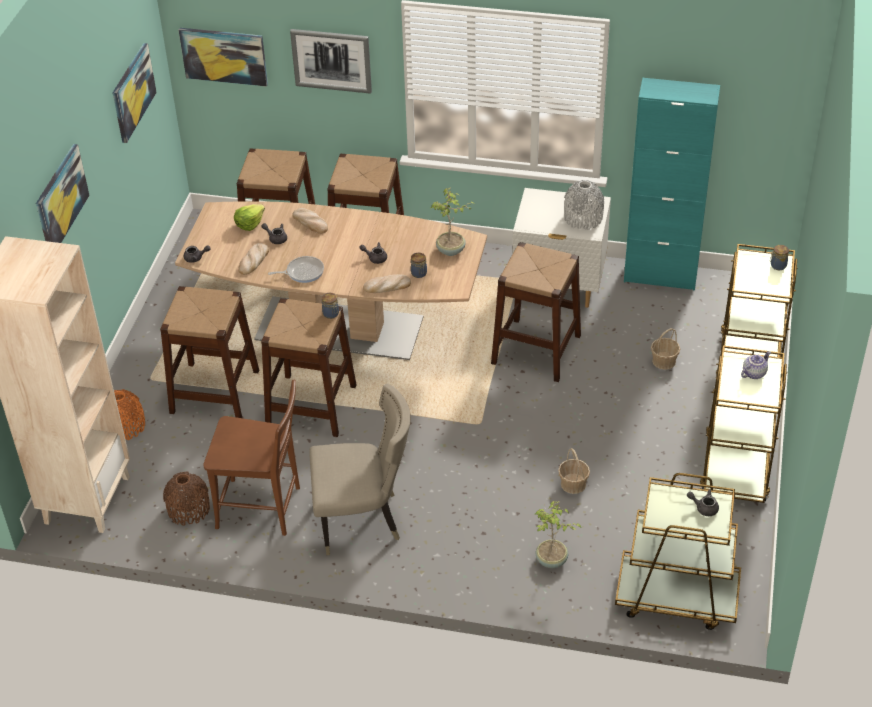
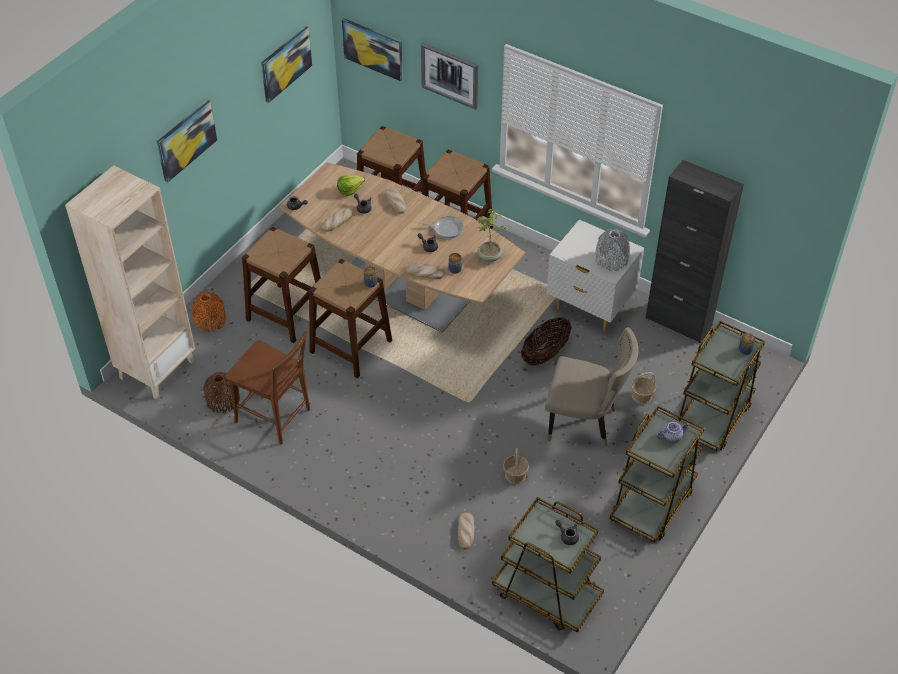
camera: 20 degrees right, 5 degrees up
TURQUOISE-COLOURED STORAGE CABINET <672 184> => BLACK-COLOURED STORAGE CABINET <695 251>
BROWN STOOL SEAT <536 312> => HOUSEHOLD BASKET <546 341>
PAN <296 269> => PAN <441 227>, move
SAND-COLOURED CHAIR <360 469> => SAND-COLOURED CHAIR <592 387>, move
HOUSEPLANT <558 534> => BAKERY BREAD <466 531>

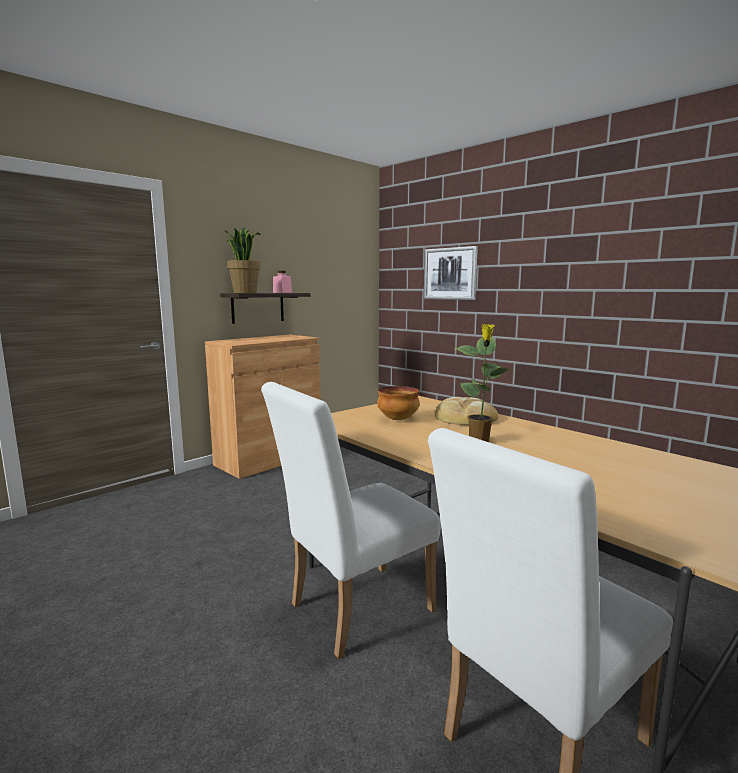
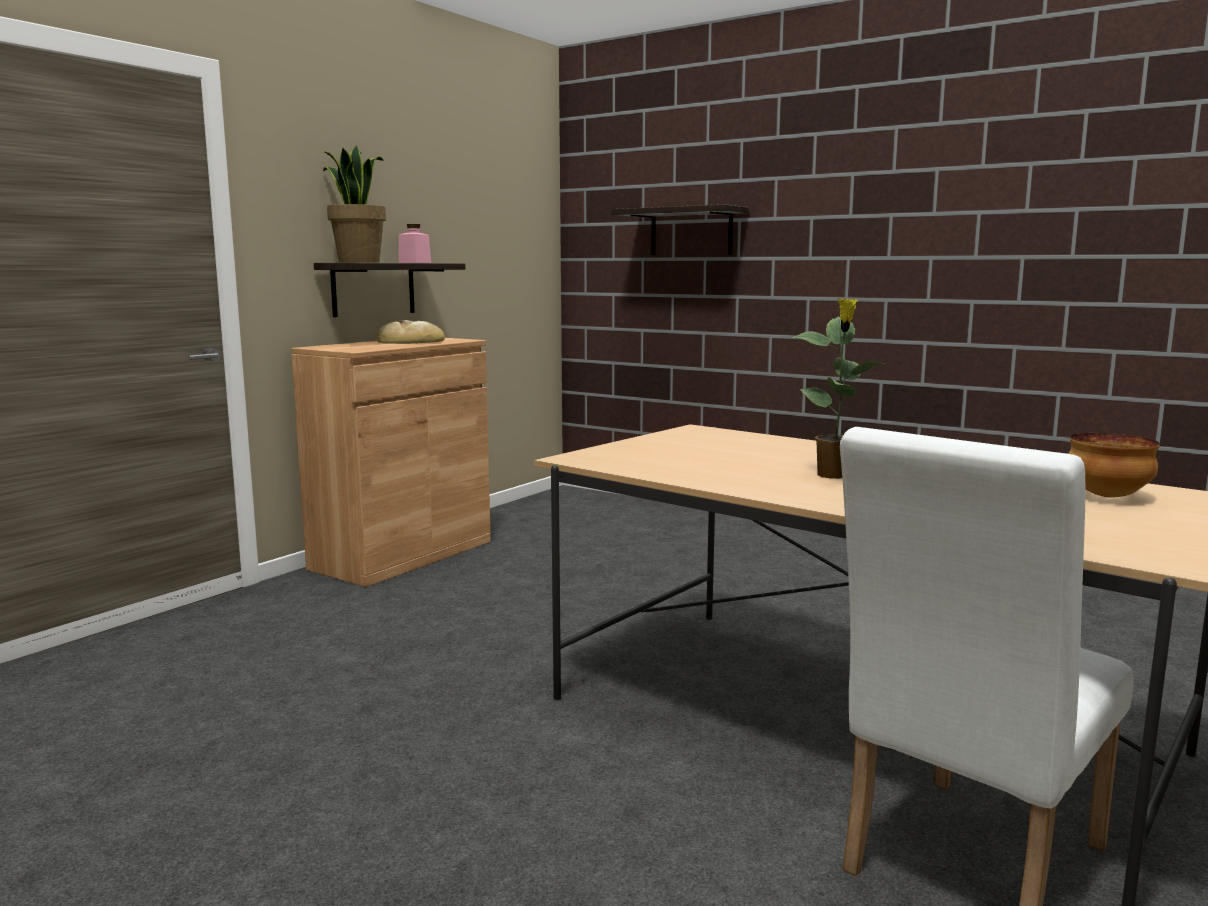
camera: 10 degrees left, 0 degrees up
WALL ART <451 273> => BRACKET SHELF <680 229>
WHITISH CHAIR <351 520> => nothing
DEEP DISH <398 403> => DEEP DISH <1114 465>, move
BAKERY BREAD <466 411> => BAKERY BREAD <410 332>, move

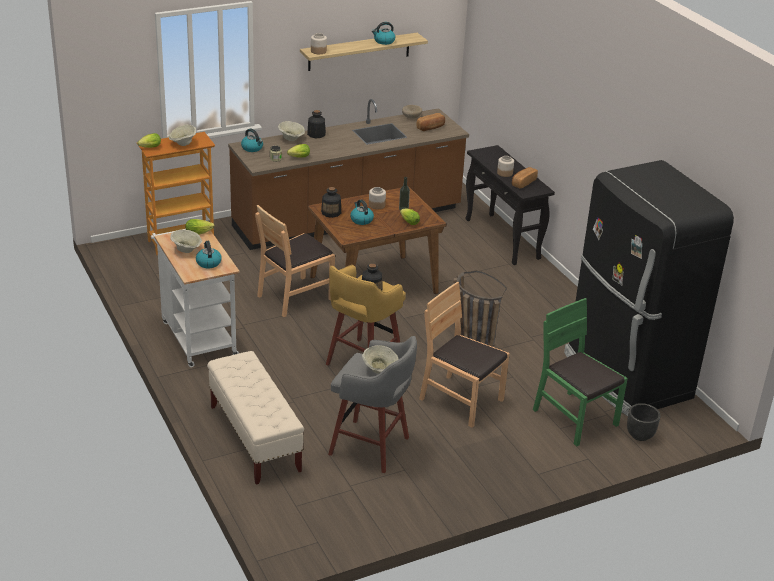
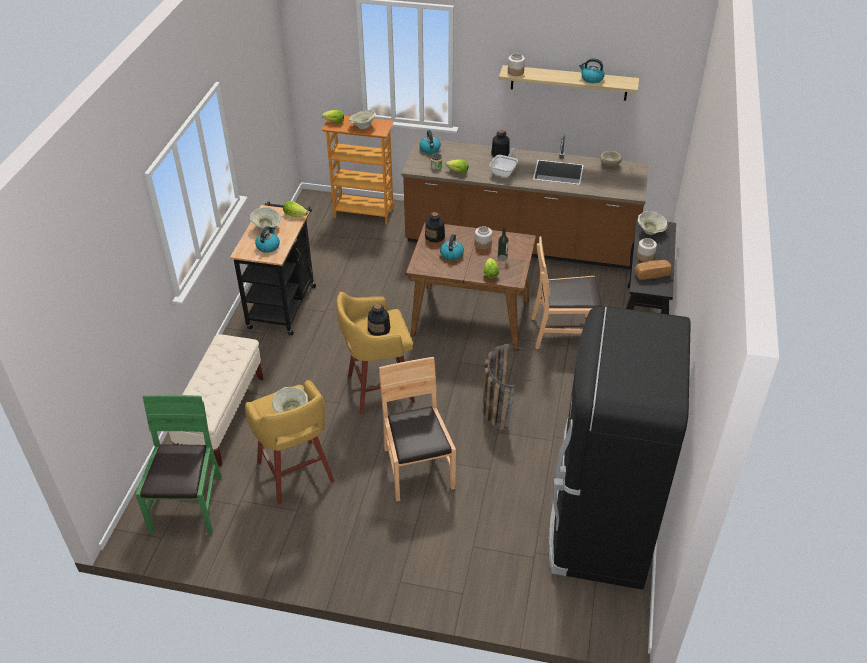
camera: 40 degrees right, 10 degrees up
BAKERY BREAD <430 122> => nothing
SAND-COLOURED DEEP DISH <291 131> => SAND-COLOURED DEEP DISH <653 223>, move
BROWN CHAIR <295 261> => BROWN CHAIR <566 292>, move
WHITISH CART <195 298> => BLACK-COLOURED CART <273 269>
GREEN-COLOURED CHAIR <580 372> => GREEN-COLOURED CHAIR <179 464>, move
GREYISH STOOL SEAT <372 404> => YELLOW STOOL SEAT <290 442>
BLACK-COLOURED PLANT POT <643 422> => nothing
nothing => PAN <503 162>

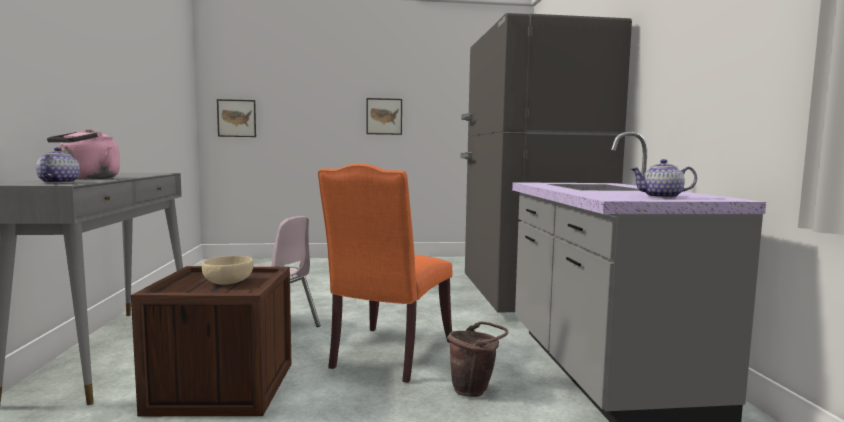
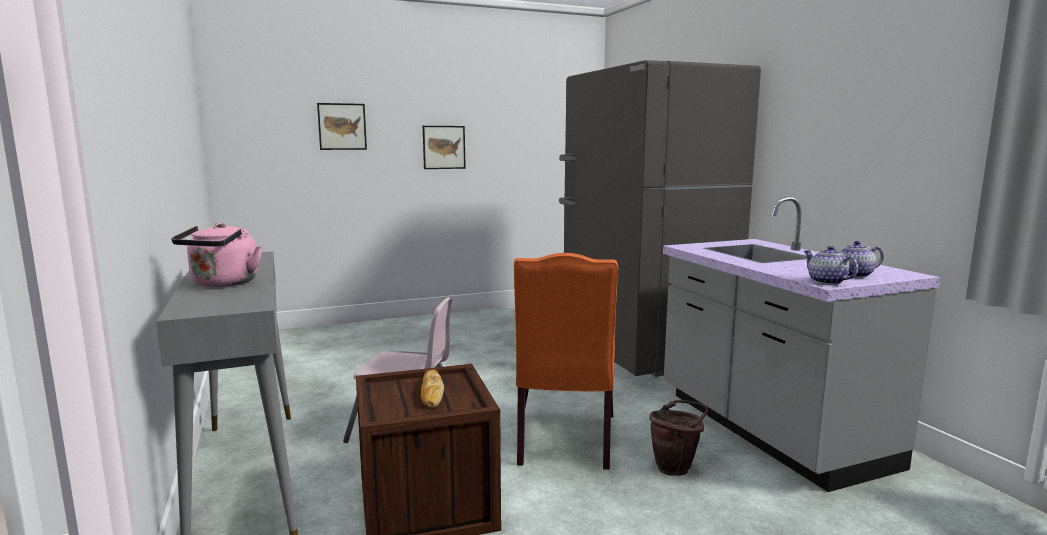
camera: 15 degrees left, 5 degrees up
WALL ART <236 118> => WALL ART <342 126>, move
TEAPOT <58 165> => TEAPOT <831 265>, move
SAND-COLOURED DEEP DISH <228 270> => BAKERY BREAD <432 388>

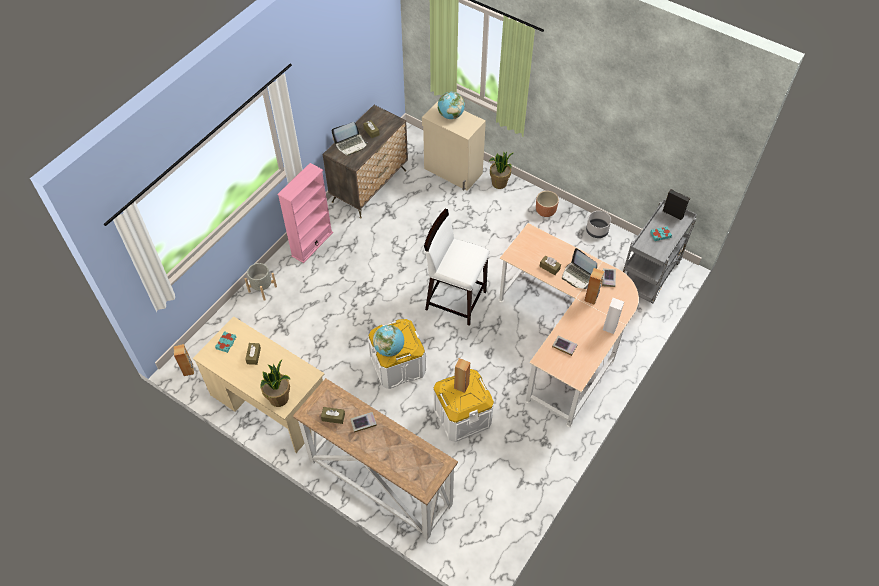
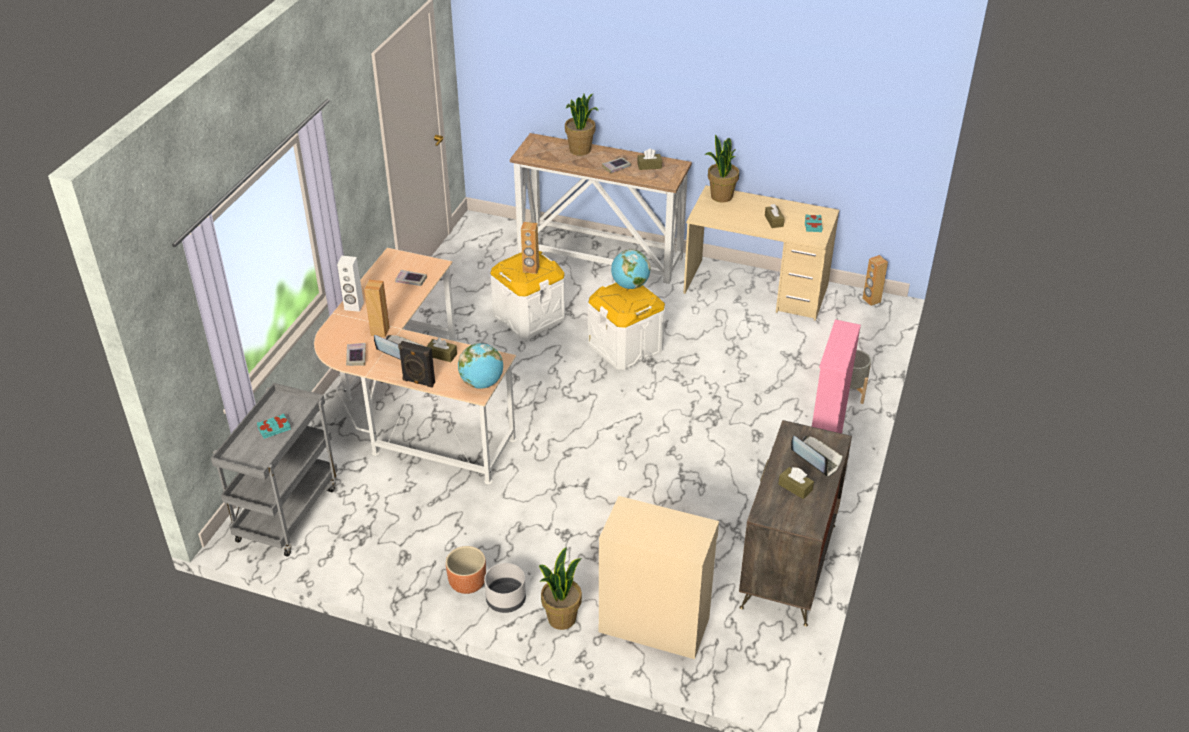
camera: 165 degrees right, 15 degrees down
GLOBE <451 105> => GLOBE <480 366>, move
NOTEBOOK COMPUTER <349 139> => NOTEBOOK COMPUTER <817 456>, 90 degrees clockwise
BLACK-COLOURED SPEAKER <676 204> => BLACK-COLOURED SPEAKER <416 364>, move
WHITISH STOOL SEAT <456 267> => nothing
GREYISH PLANT POT <598 224> => GREYISH PLANT POT <505 588>, move
nothing => HOUSEPLANT <581 125>

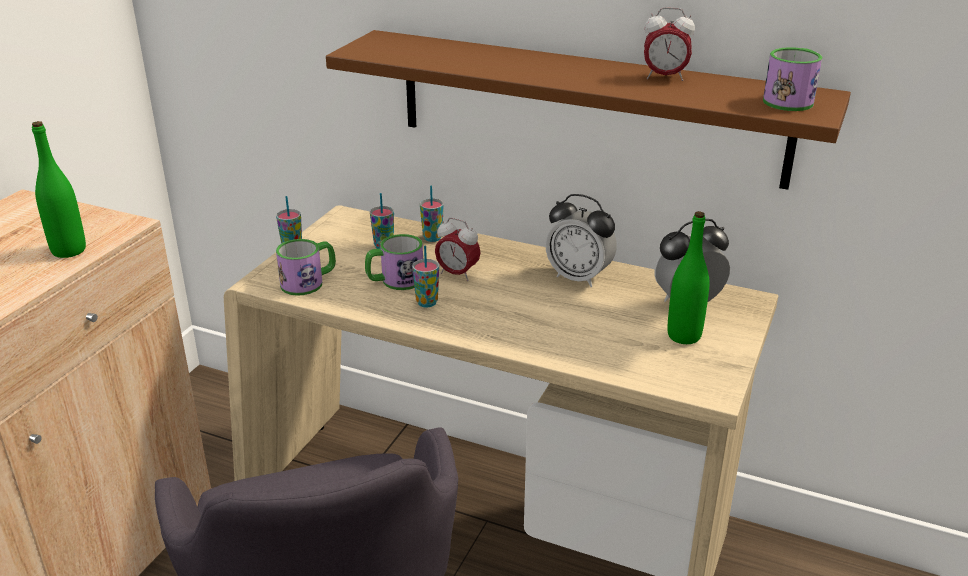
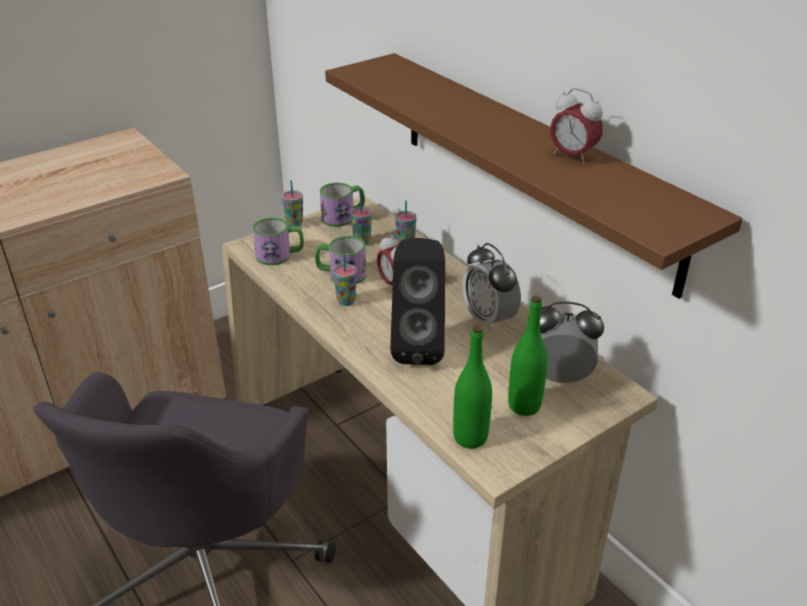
camera: 30 degrees right, 5 degrees up
TEA MUG <792 79> => TEA MUG <342 205>, move
GREEN-COLOURED BEVERAGE BOTTLE <59 189> => GREEN-COLOURED BEVERAGE BOTTLE <472 387>, move
nothing => BLACK-COLOURED SPEAKER <417 301>

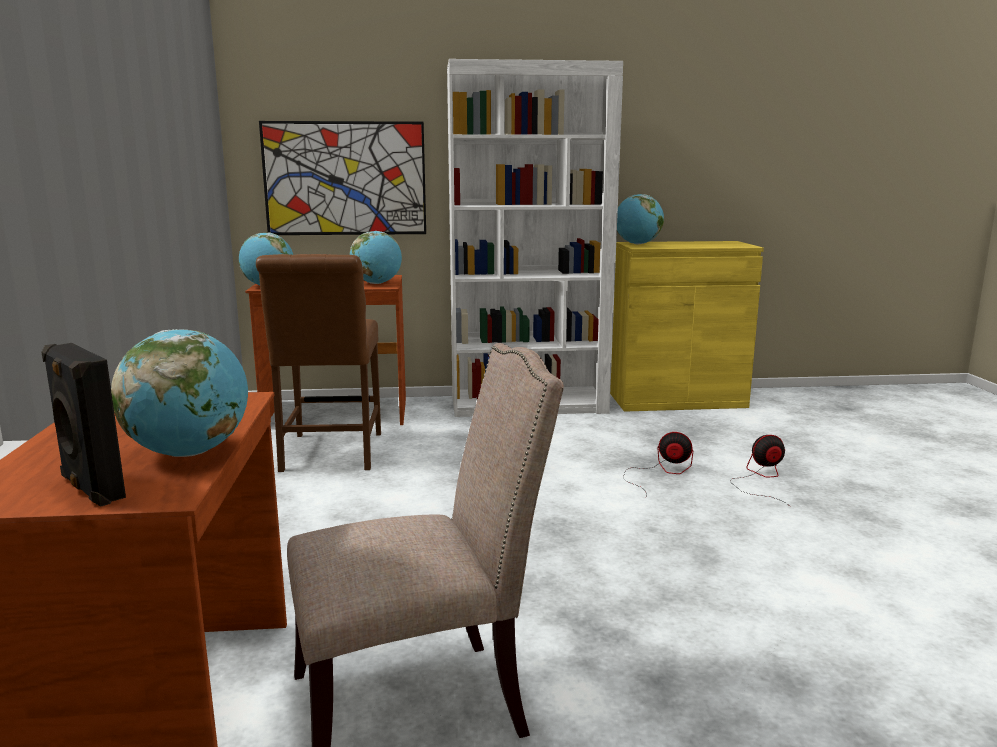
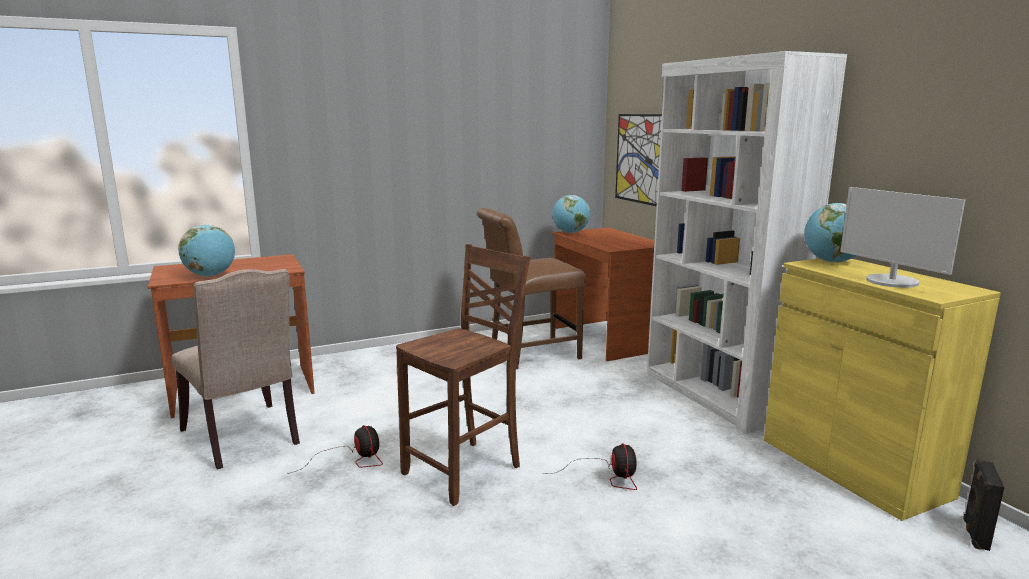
camera: 70 degrees right, 0 degrees up
GLOBE <376 257> => nothing
BLACK-COLOURED SPEAKER <84 425> => BLACK-COLOURED SPEAKER <983 505>, move
FAN <761 471> => FAN <335 449>, move
nothing => COMPUTER SCREEN <902 237>
nothing => BROWN CHAIR <463 375>

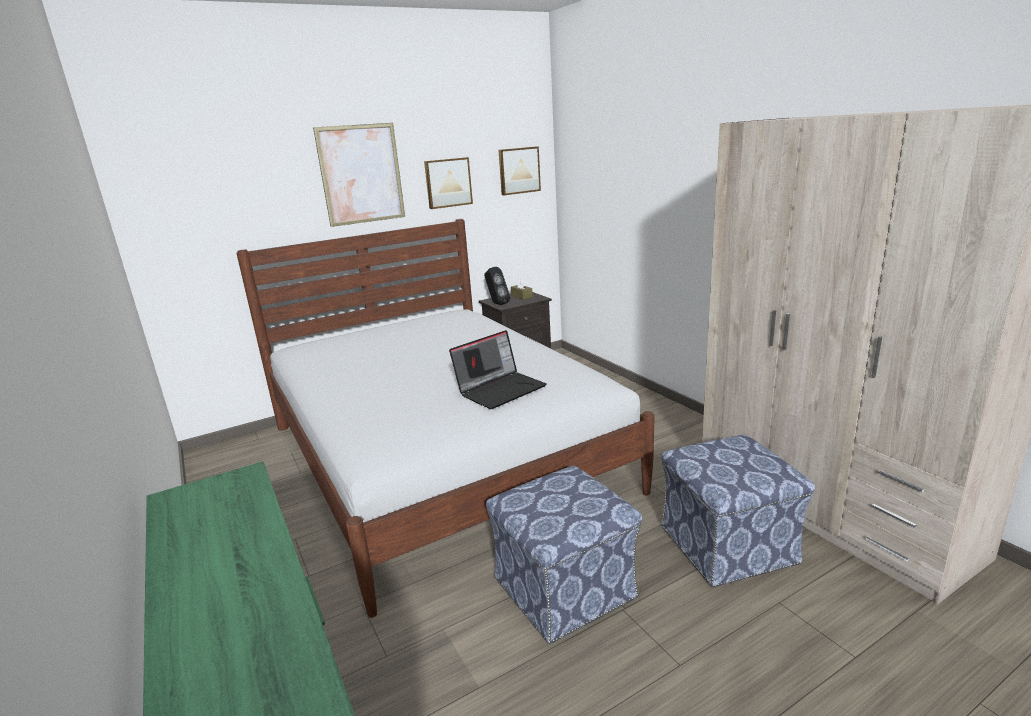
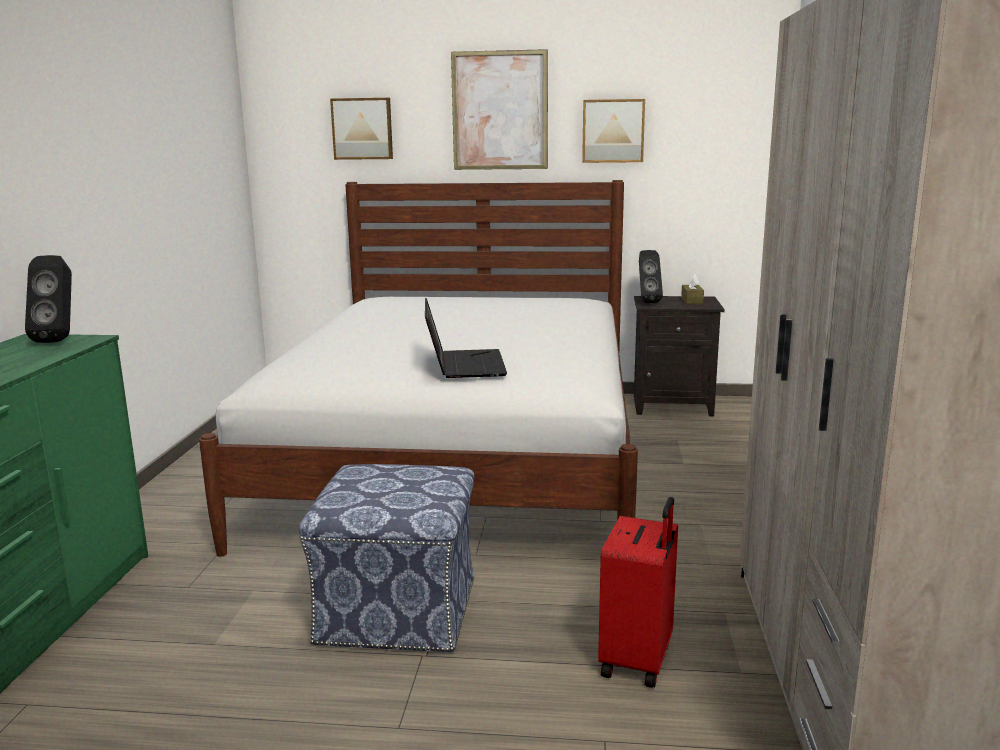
camera: 35 degrees right, 5 degrees down
WALL ART <519 171> => WALL ART <361 129>, move
NOTEBOOK COMPUTER <497 369> => NOTEBOOK COMPUTER <466 338>, 90 degrees counterclockwise
OTTOMAN <738 511> => RED-COLOURED TRAVEL CASE <638 592>
nothing => BLACK-COLOURED SPEAKER <48 299>

